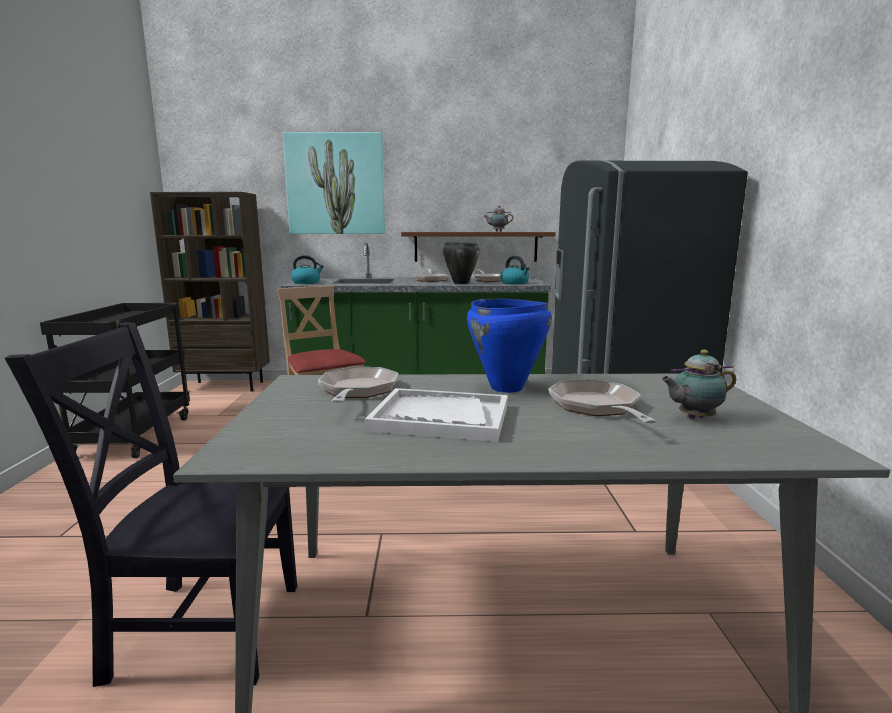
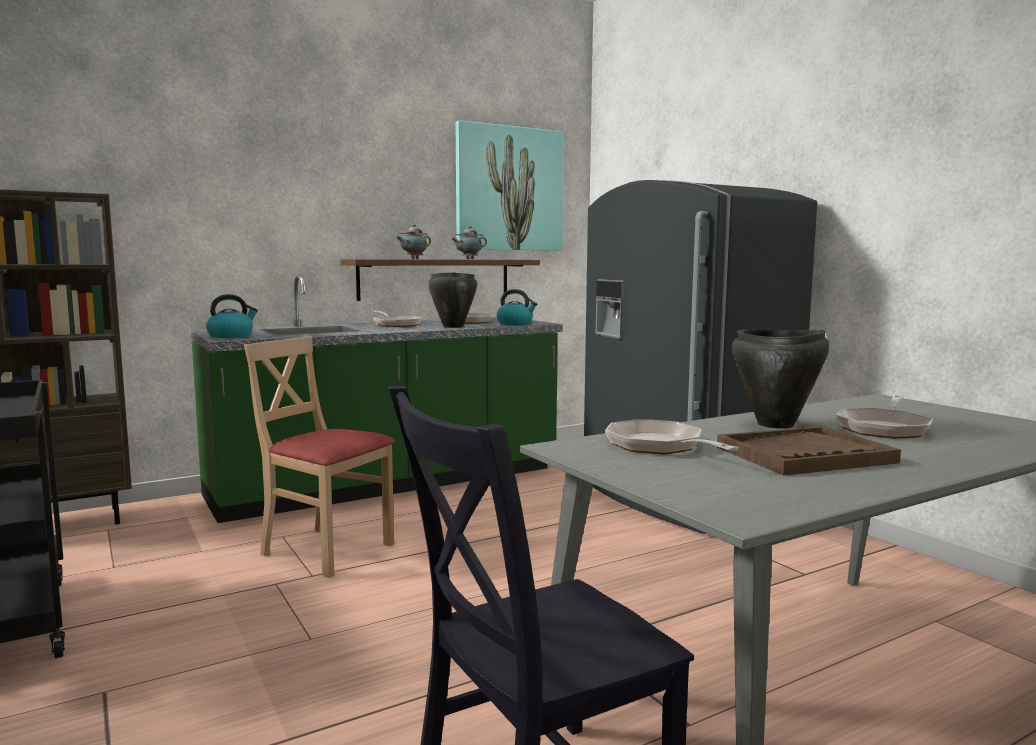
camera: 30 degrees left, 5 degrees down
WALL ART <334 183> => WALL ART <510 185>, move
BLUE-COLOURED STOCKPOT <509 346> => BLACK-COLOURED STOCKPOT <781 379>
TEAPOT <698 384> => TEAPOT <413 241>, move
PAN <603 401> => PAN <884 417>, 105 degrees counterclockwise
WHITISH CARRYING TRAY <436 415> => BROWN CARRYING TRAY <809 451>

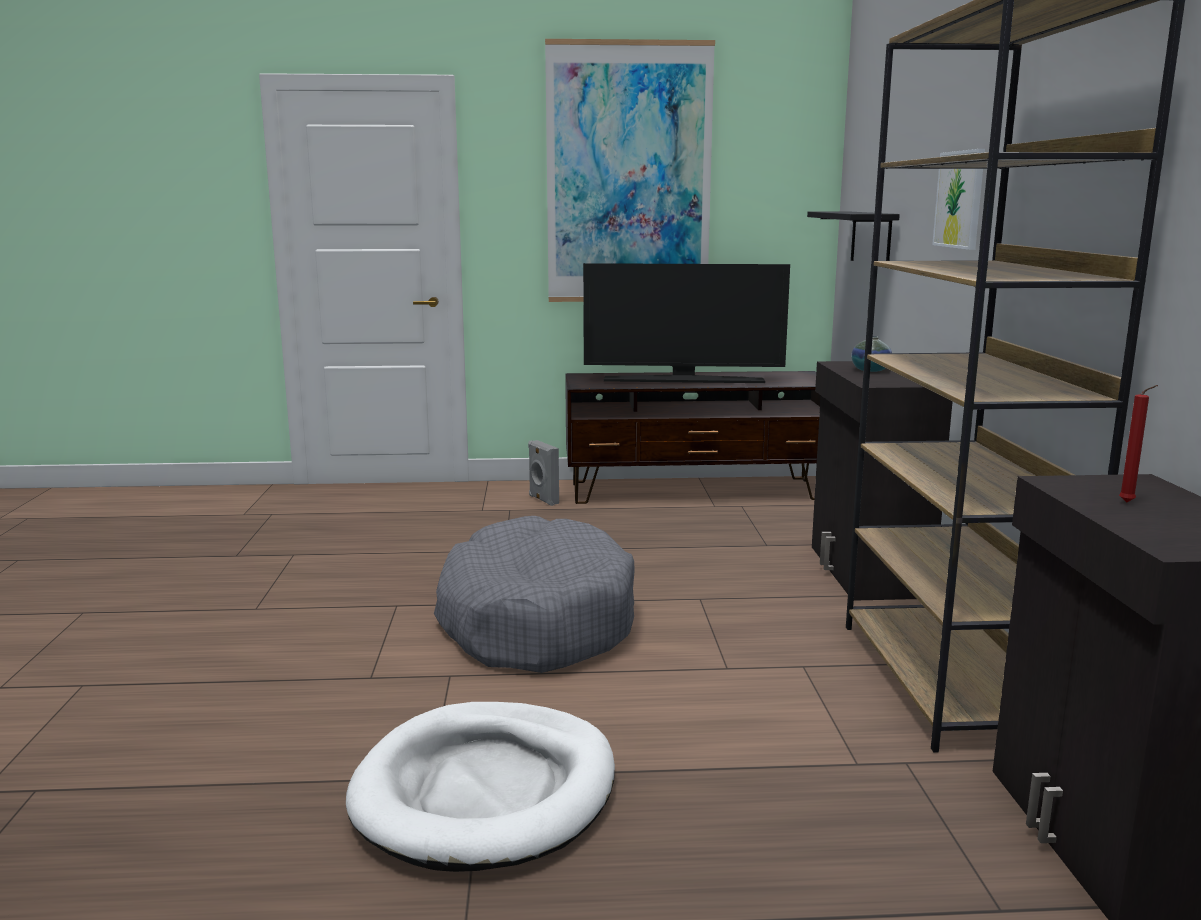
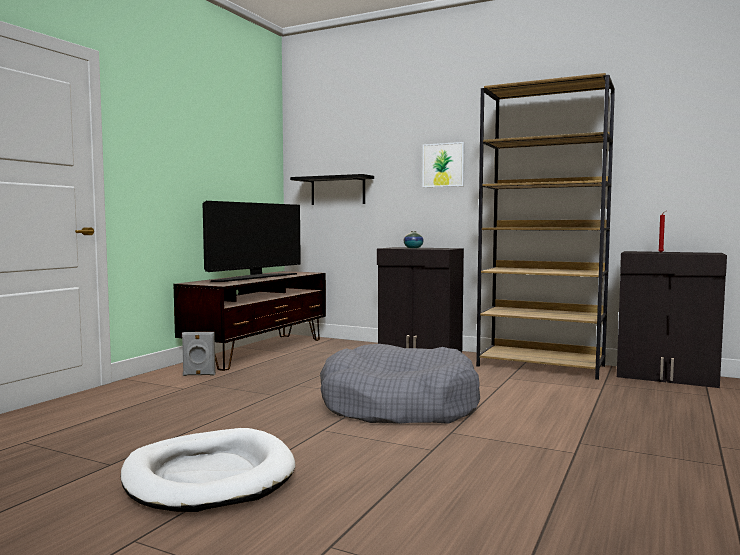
camera: 60 degrees left, 10 degrees down
WALL ART <630 170> => nothing
WHITISH PET BED <480 787> => WHITISH PET BED <208 470>, move

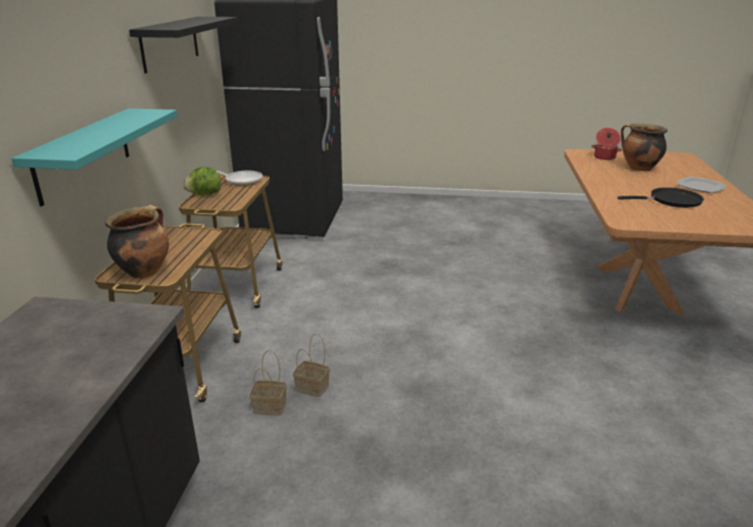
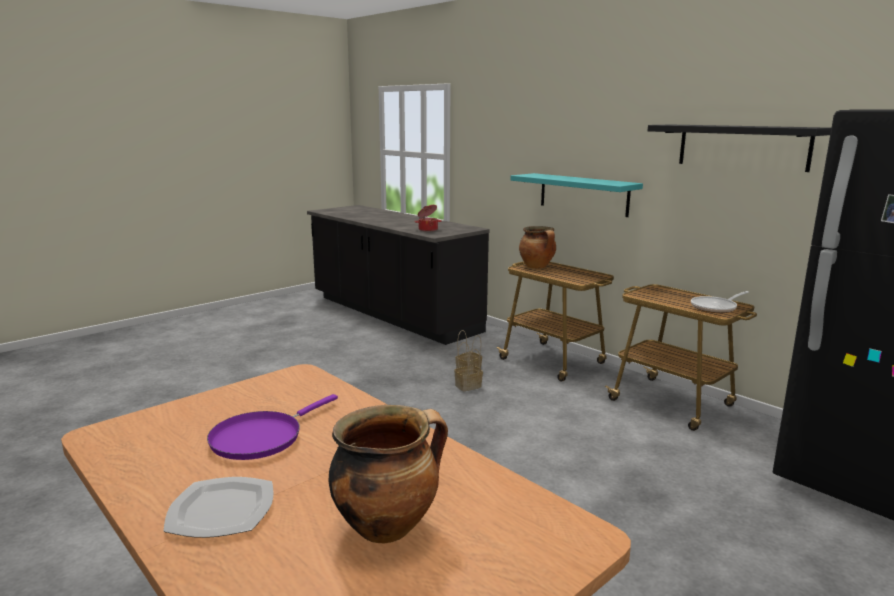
camera: 130 degrees right, 10 degrees down
STOCKPOT <606 144> => STOCKPOT <428 218>, move
LETTUCE HEAD <202 181> => nothing
BLACK-COLOURED PAN <661 197> => PURPLE PAN <272 427>

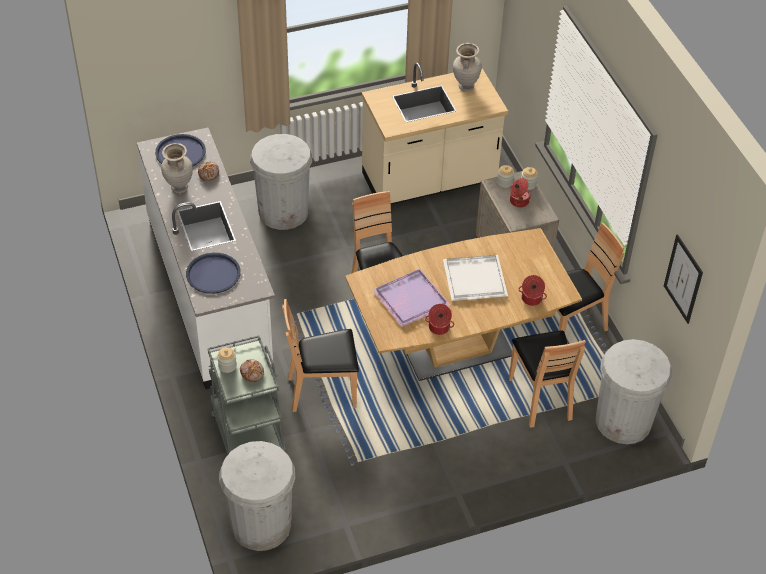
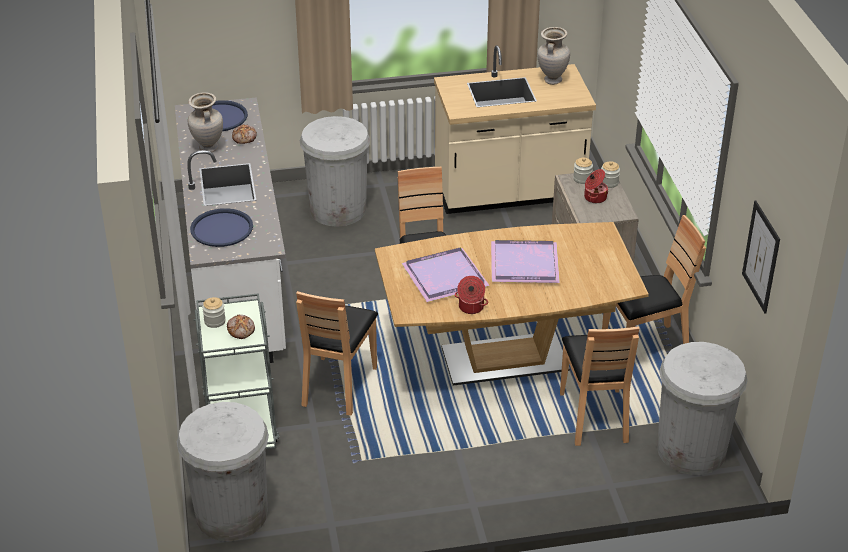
camera: 10 degrees right, 10 degrees down
WHITISH CARRYING TRAY <475 278> => PURPLE CARRYING TRAY <525 261>
STOCKPOT <533 290> => nothing
BROWN CHAIR <320 355> => BROWN CHAIR <337 353>, 75 degrees counterclockwise

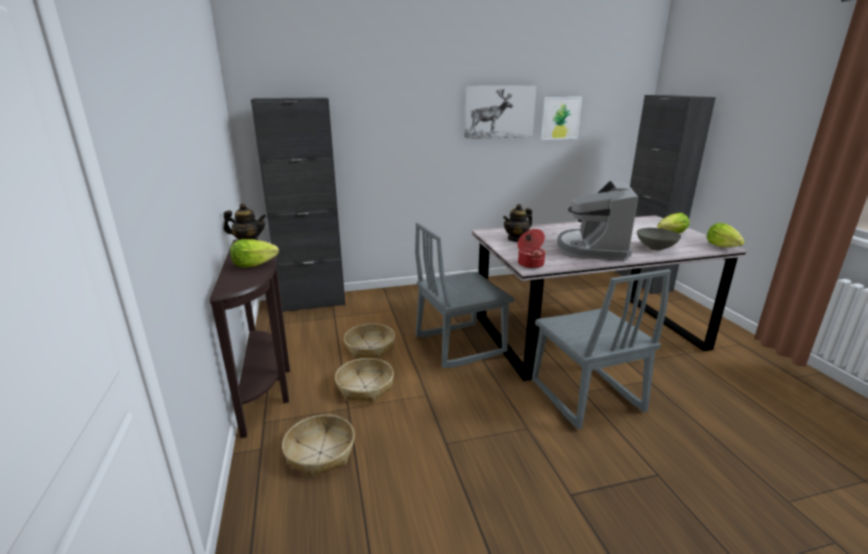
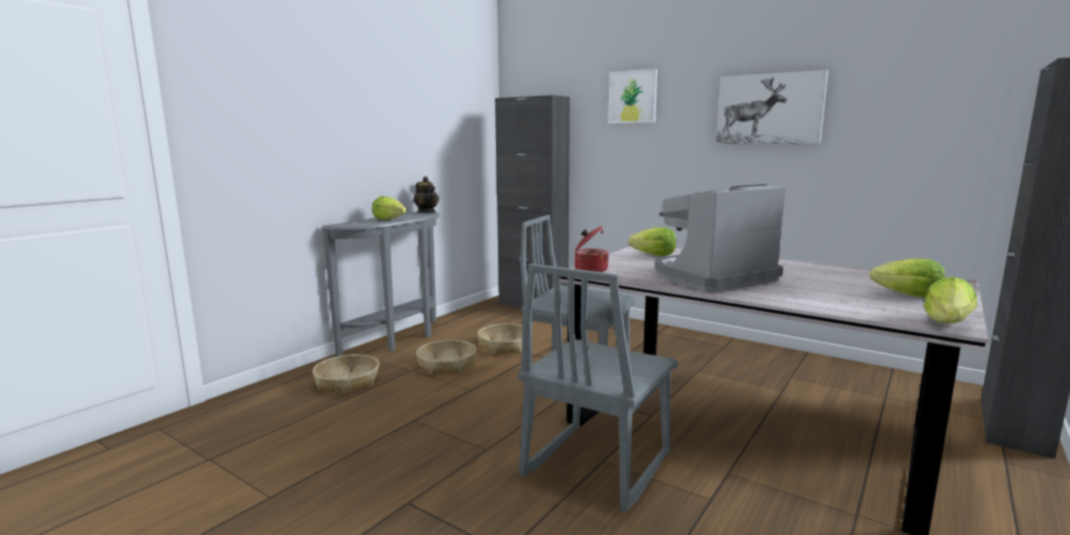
camera: 50 degrees right, 10 degrees down
WALL ART <561 118> => WALL ART <632 96>, move
TEAPOT <517 223> => LETTUCE HEAD <652 242>
GREYISH DEEP DISH <659 239> => nothing
BROWN HALL TABLE <250 339> => GREYISH HALL TABLE <380 284>

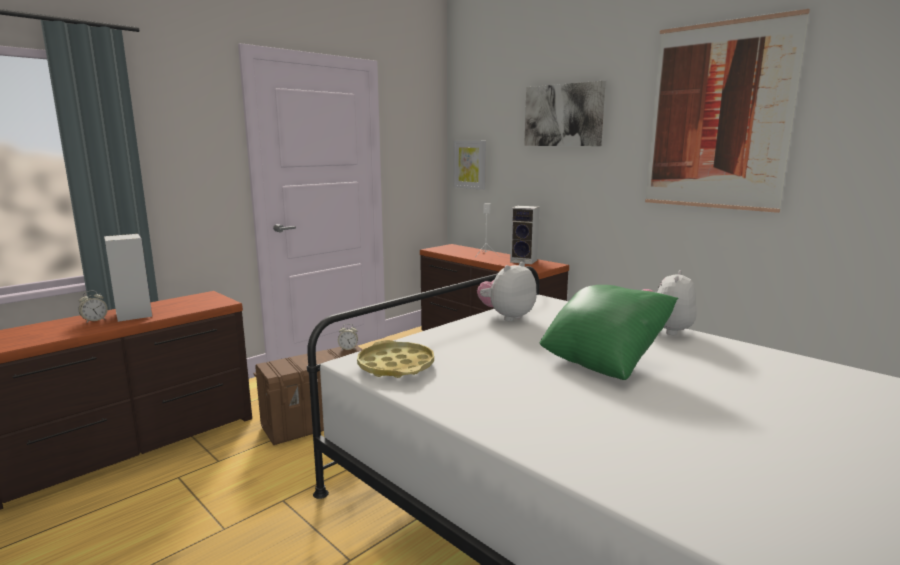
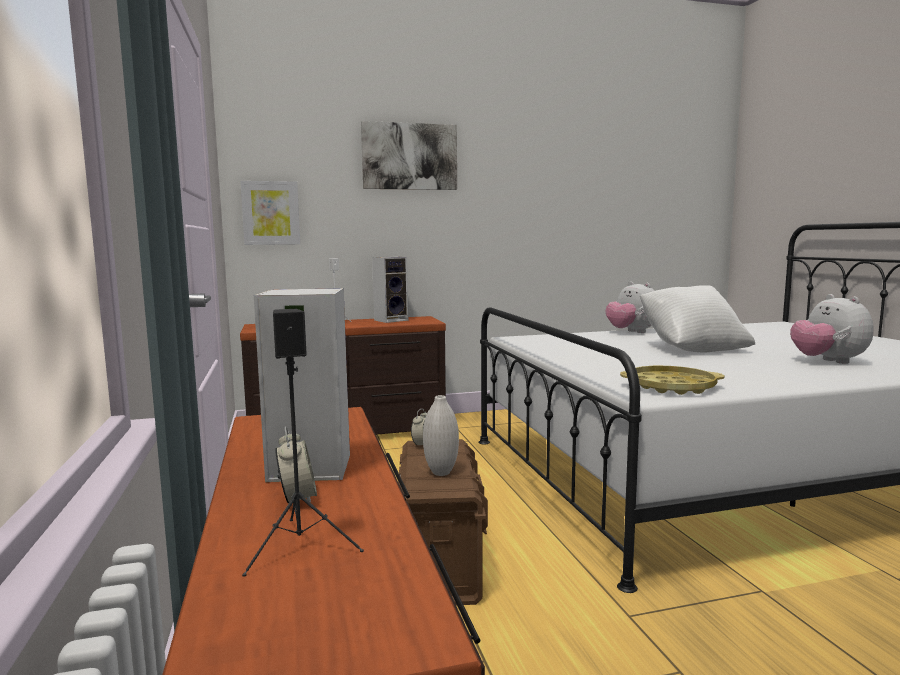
camera: 60 degrees left, 5 degrees down
WALL ART <727 111> => nothing
PLUSH TOY <507 291> => PLUSH TOY <832 329>, move
GREEN-COLOURED PILLOW <609 332> => WHITISH PILLOW <697 319>
nothing => BLACK-COLOURED SPEAKER <303 443>
nothing => WHITISH DECORATIVE VASE <441 435>

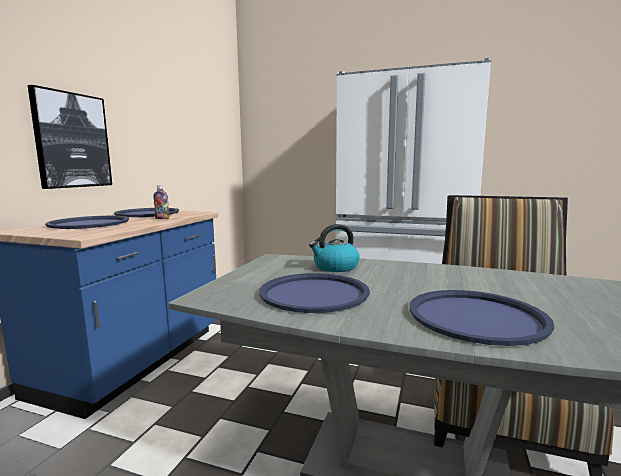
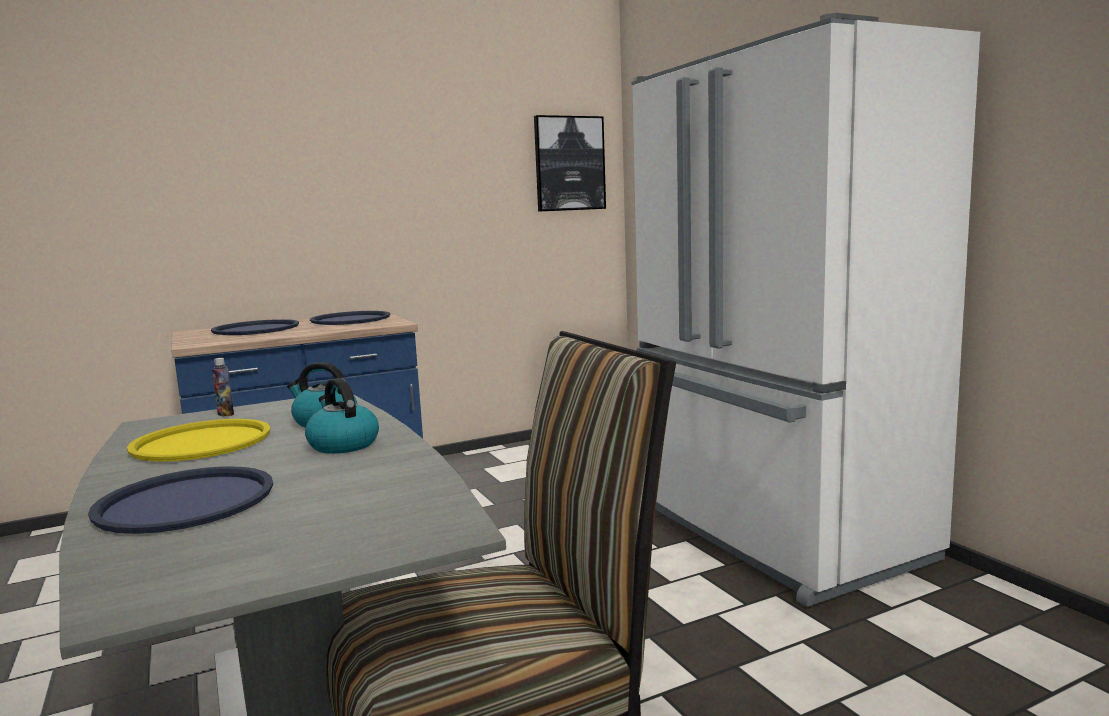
camera: 45 degrees right, 0 degrees up
WALL ART <70 137> => WALL ART <570 163>, move
BEVERAGE BOTTLE <161 202> => BEVERAGE BOTTLE <223 387>, move
BLUE-COLOURED CARRYING TRAY <314 293> => YELLOW CARRYING TRAY <198 440>
nothing => KETTLE <342 416>

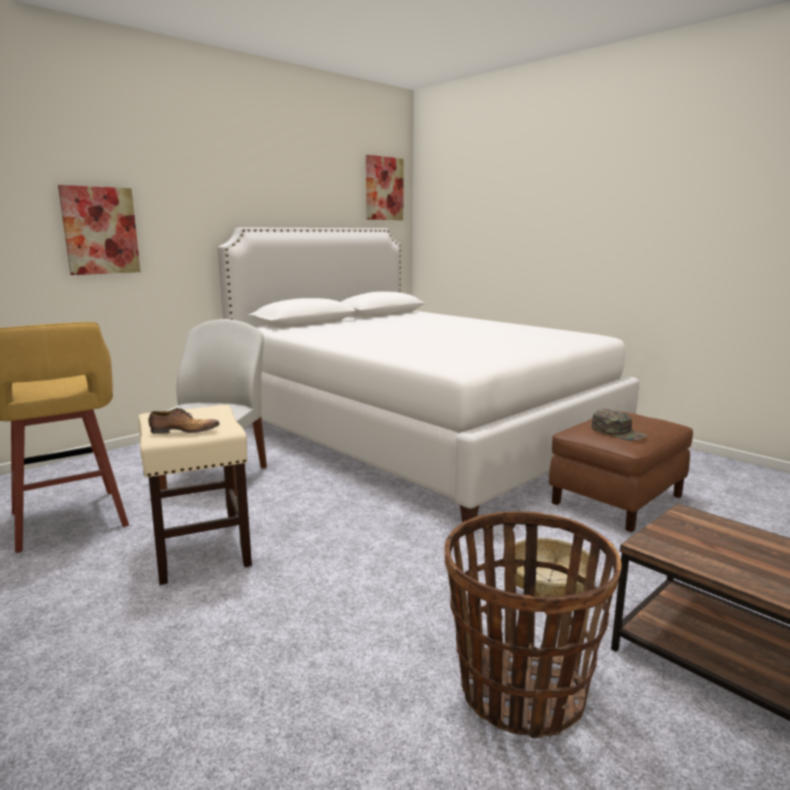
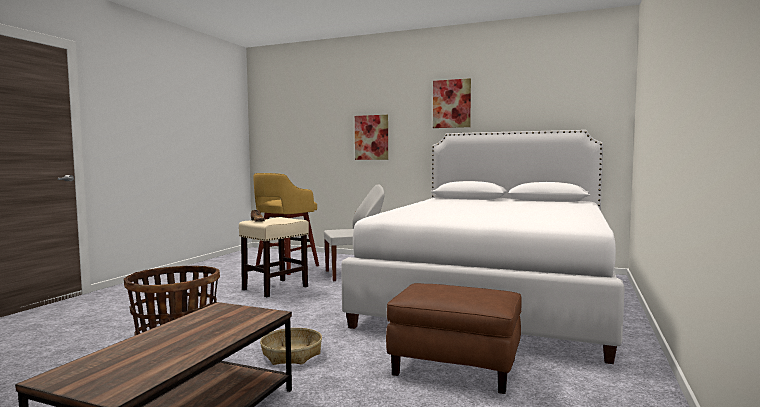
camera: 65 degrees right, 10 degrees down
WALL ART <385 187> => WALL ART <452 103>, move
GREEN-COLOURED CAP <620 425> => nothing

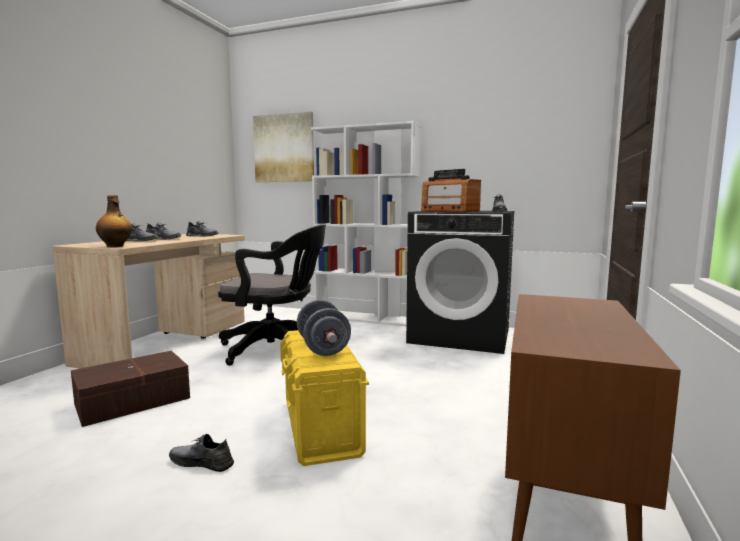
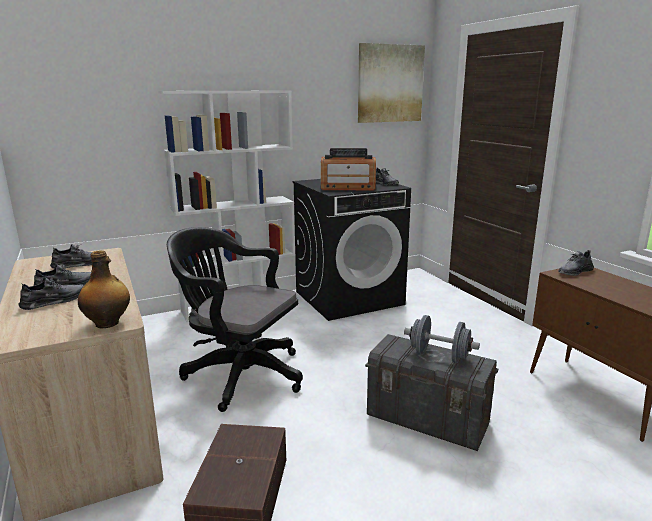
camera: 45 degrees left, 10 degrees up
WALL ART <283 147> => WALL ART <391 83>, move
BLACK-COLOURED DESK CHAIR <272 295> => BLACK-COLOURED DESK CHAIR <235 319>, 120 degrees counterclockwise
YELLOW STORAGE CONTAINER <324 398> => GREYISH STORAGE CONTAINER <431 392>
GREYISH LOW SHOE <201 453> => GREYISH LOW SHOE <576 263>, move

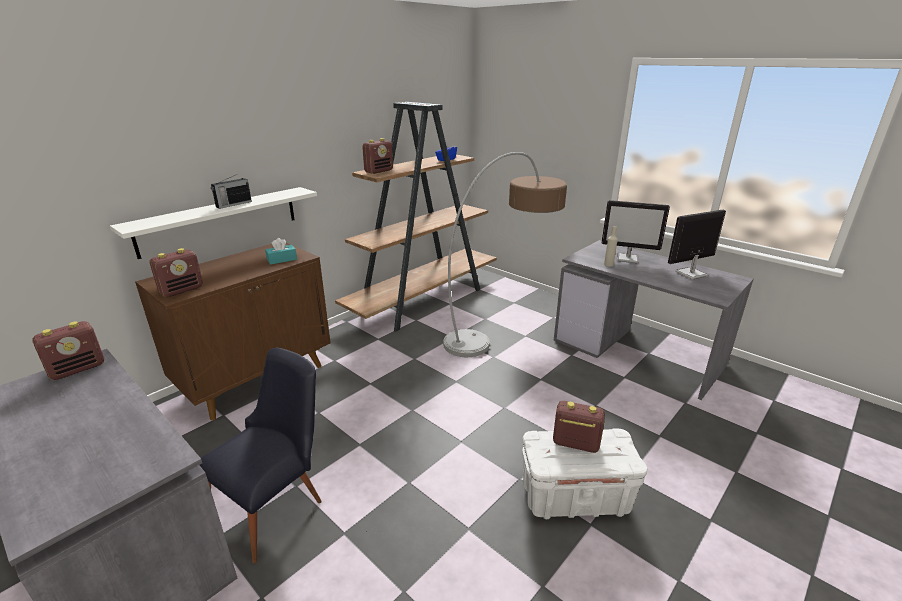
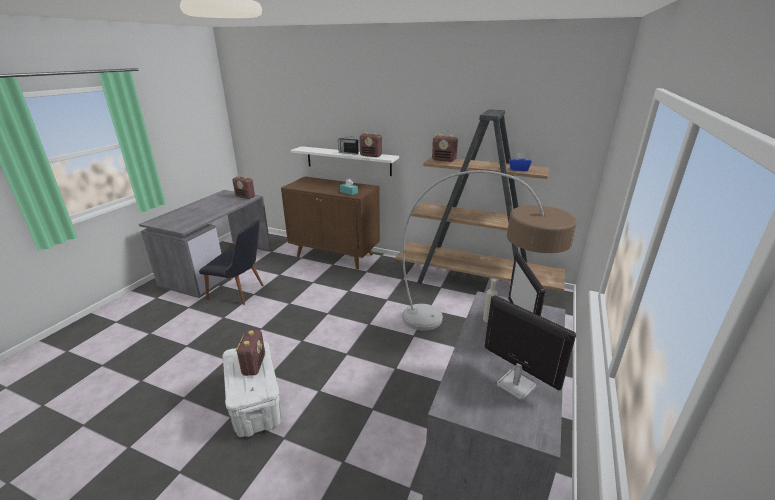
camera: 70 degrees right, 0 degrees up
RADIO SET <176 272> => RADIO SET <370 144>, move

